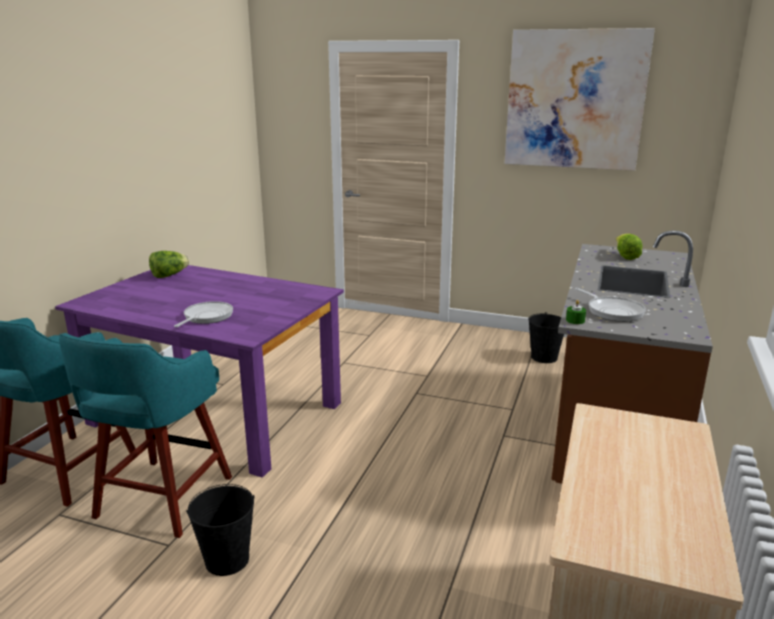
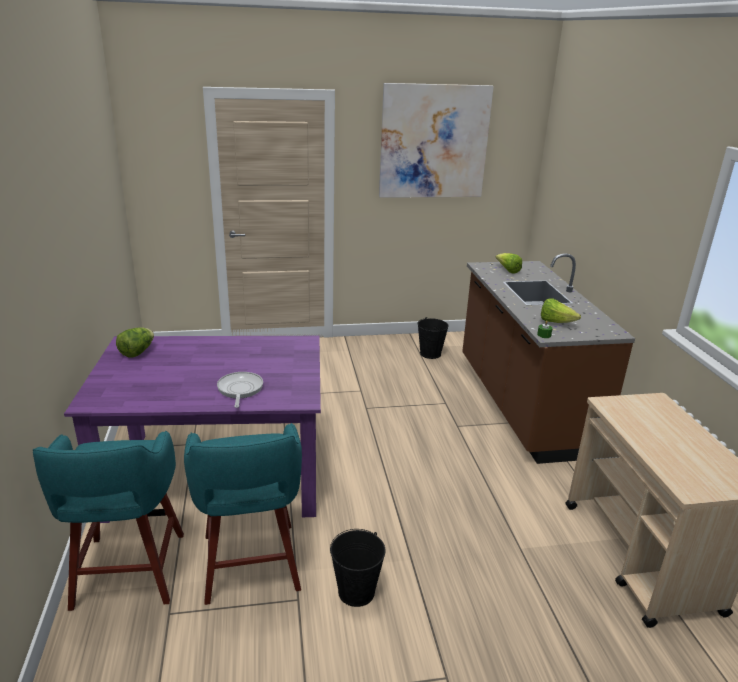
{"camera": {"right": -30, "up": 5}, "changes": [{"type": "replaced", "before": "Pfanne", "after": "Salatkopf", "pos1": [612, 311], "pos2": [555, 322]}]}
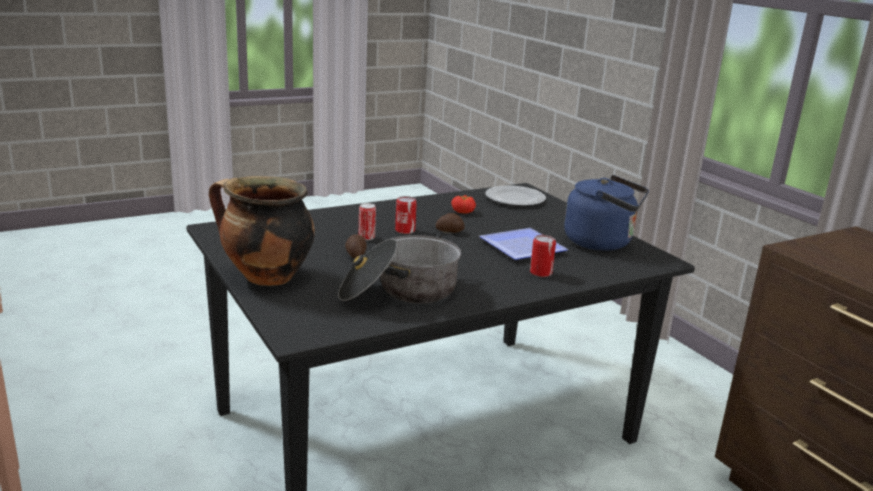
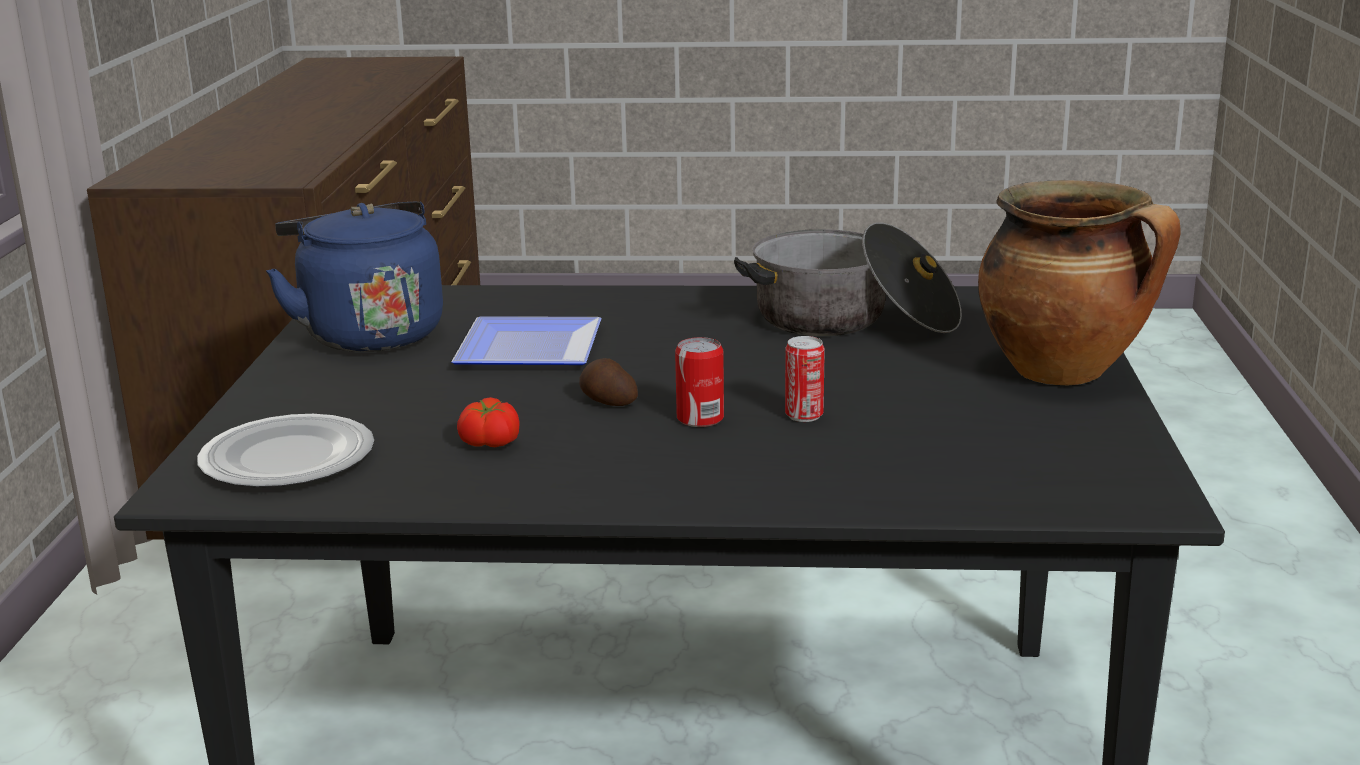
{"camera": {"right": -145, "up": 0}, "changes": [{"type": "removed", "before": "Kartoffel", "pos1": [355, 255]}, {"type": "removed", "before": "Dose", "pos1": [541, 273]}]}
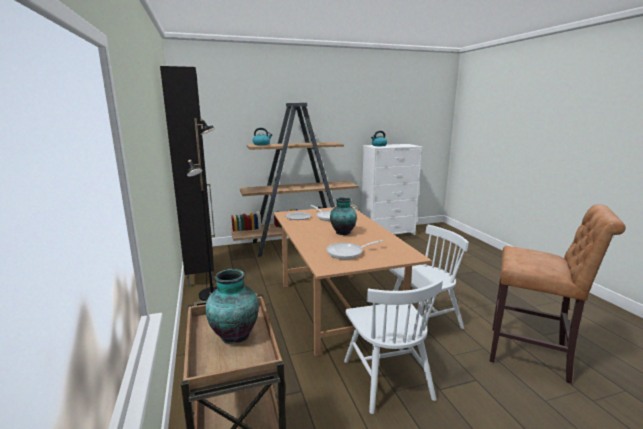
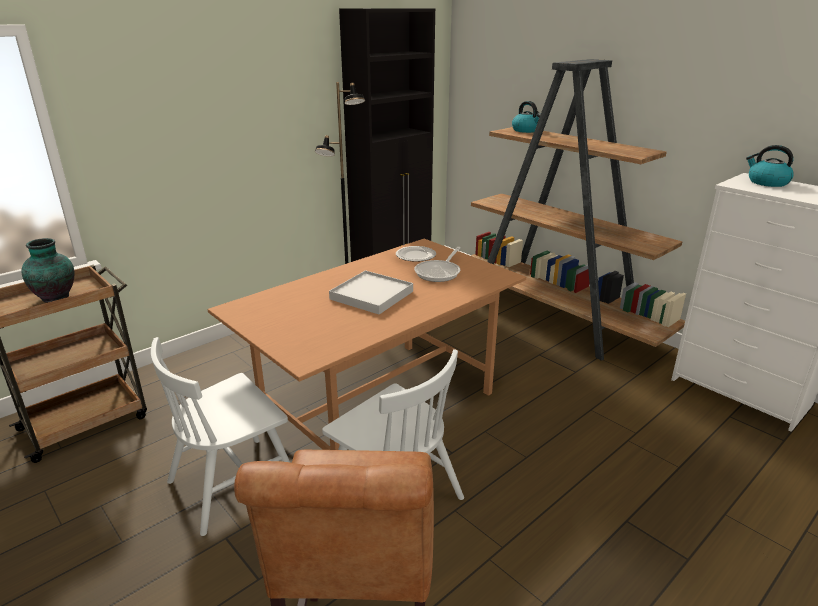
{"camera": {"right": 65, "up": 10}, "changes": [{"type": "replaced", "before": "Vase", "after": "Tablett/weiß", "pos1": [343, 233], "pos2": [371, 295]}, {"type": "removed", "before": "Pfanne", "pos1": [348, 253]}]}
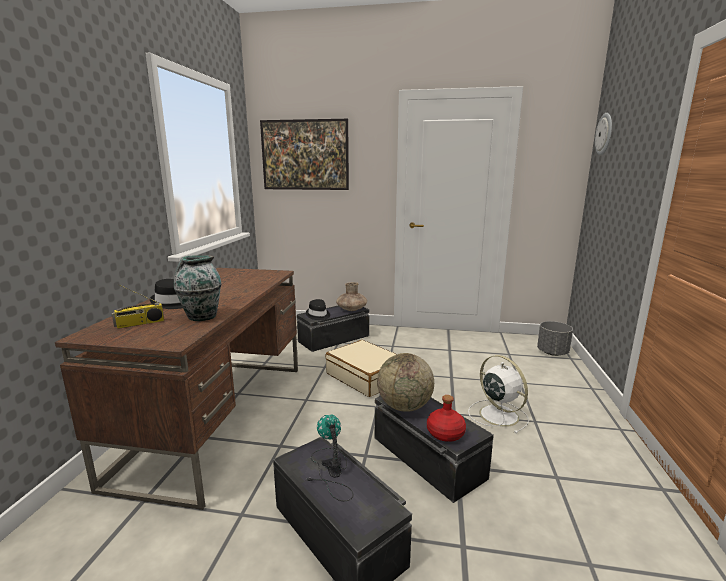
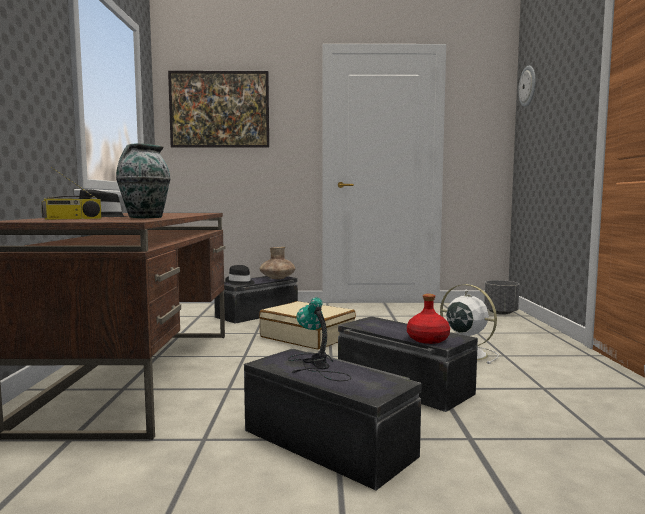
{"camera": {"right": -10, "up": -10}, "changes": [{"type": "removed", "before": "Globus", "pos1": [404, 406]}]}
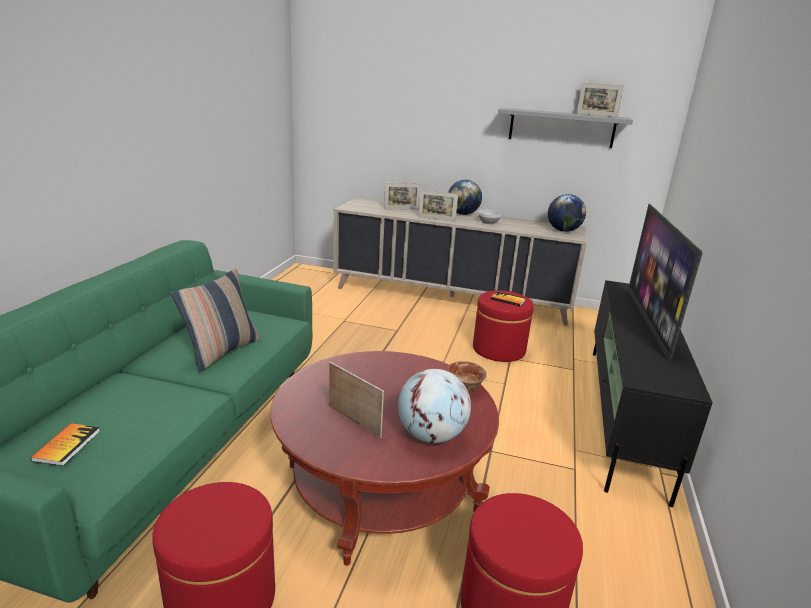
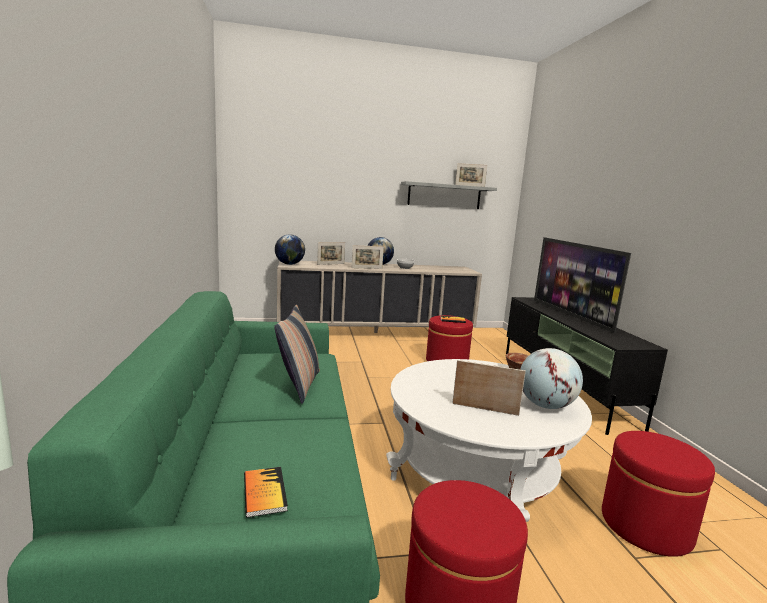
{"camera": {"right": -25, "up": -10}, "changes": [{"type": "moved", "before": "Globus", "pos1": [563, 231], "pos2": [289, 264]}, {"type": "recoloured", "before": "Couchtisch/rot", "after": "Couchtisch/weiß", "pos1": [381, 487], "pos2": [476, 474]}]}
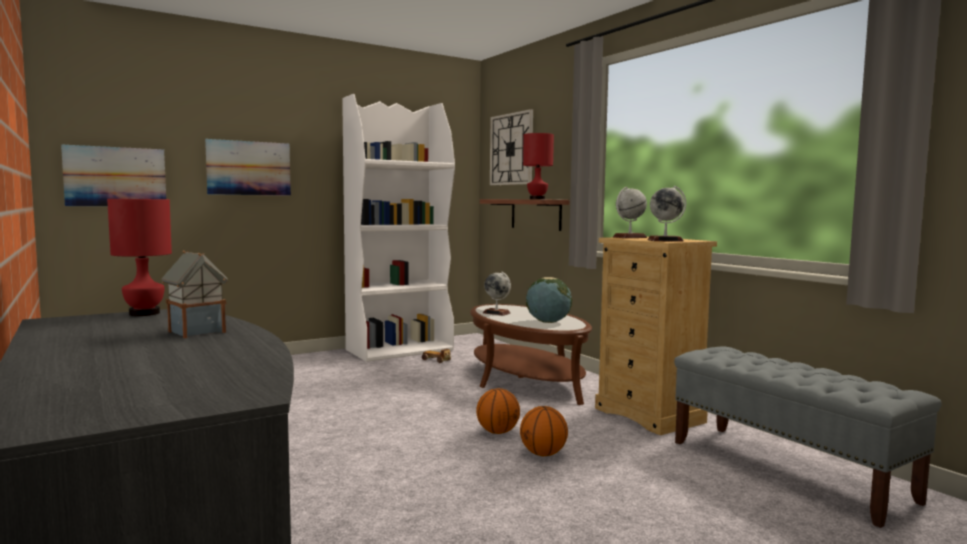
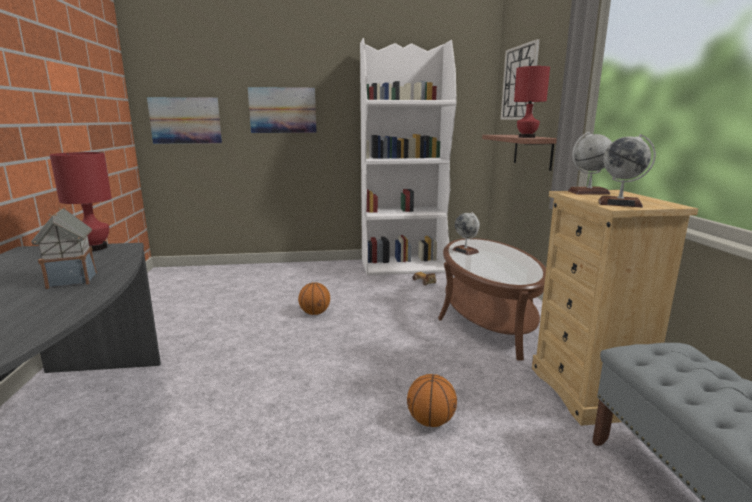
{"camera": {"right": 25, "up": 10}, "changes": [{"type": "removed", "before": "Globus", "pos1": [548, 322]}, {"type": "moved", "before": "Basketball", "pos1": [497, 432], "pos2": [315, 313]}]}
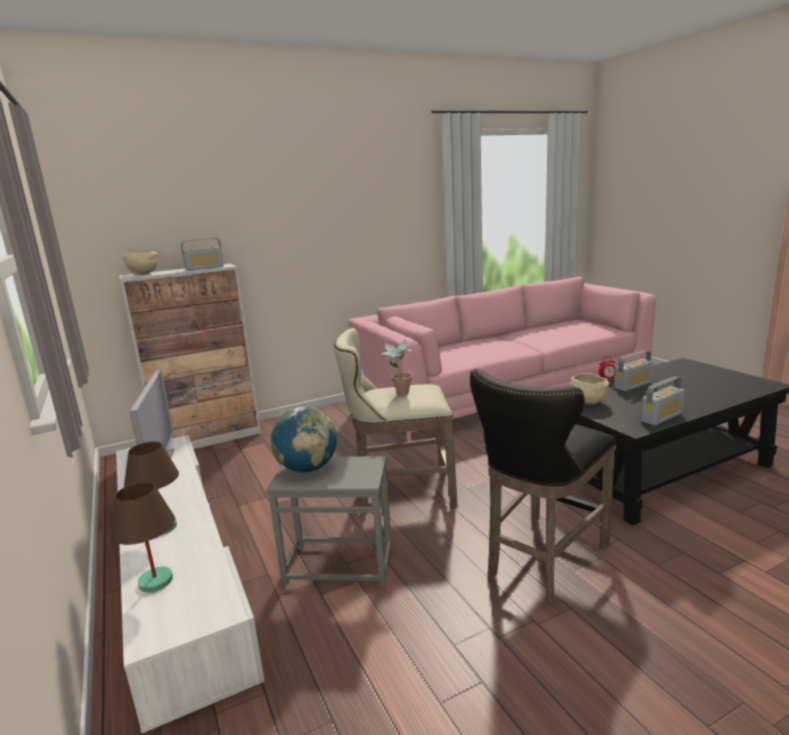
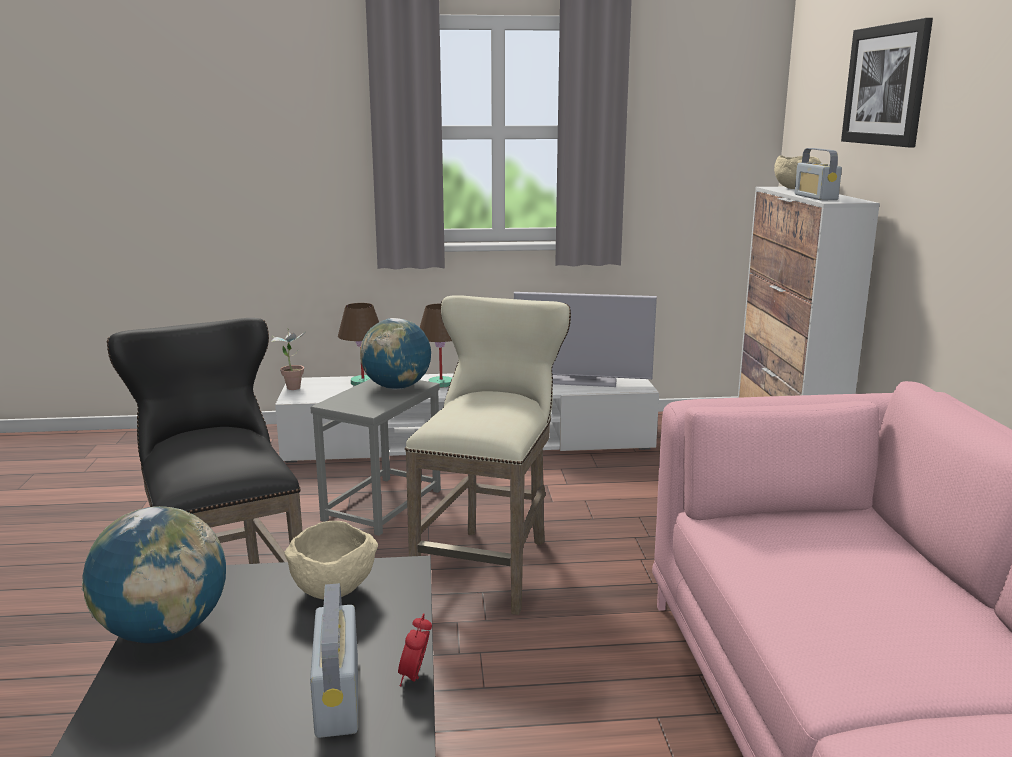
{"camera": {"right": 110, "up": 0}, "changes": [{"type": "moved", "before": "Topfpflanze", "pos1": [399, 394], "pos2": [292, 386]}, {"type": "replaced", "before": "Radio", "after": "Globus", "pos1": [661, 417], "pos2": [164, 632]}, {"type": "added", "after": "Bild", "pos2": [886, 85]}]}
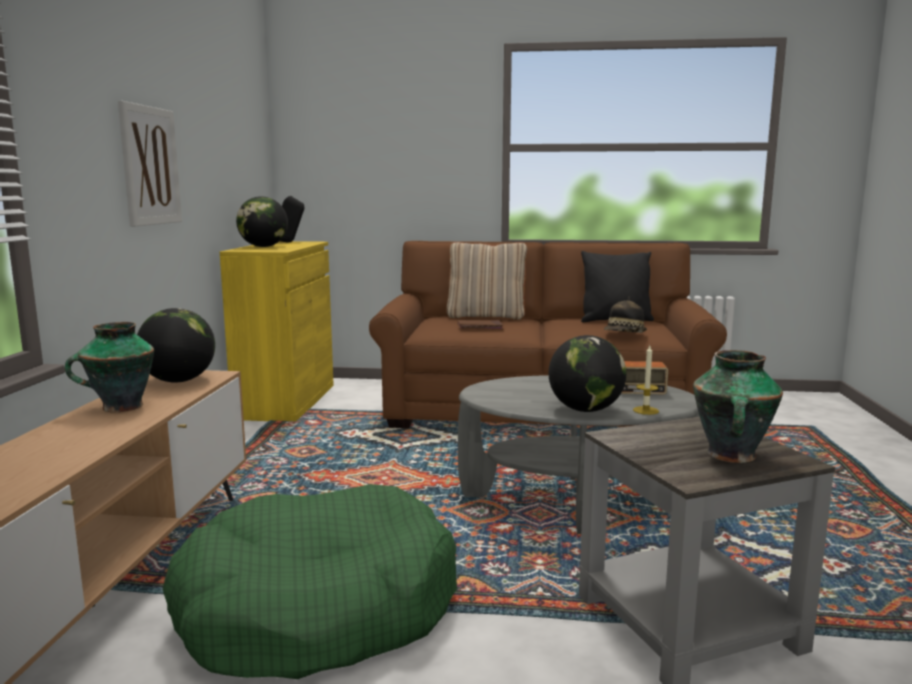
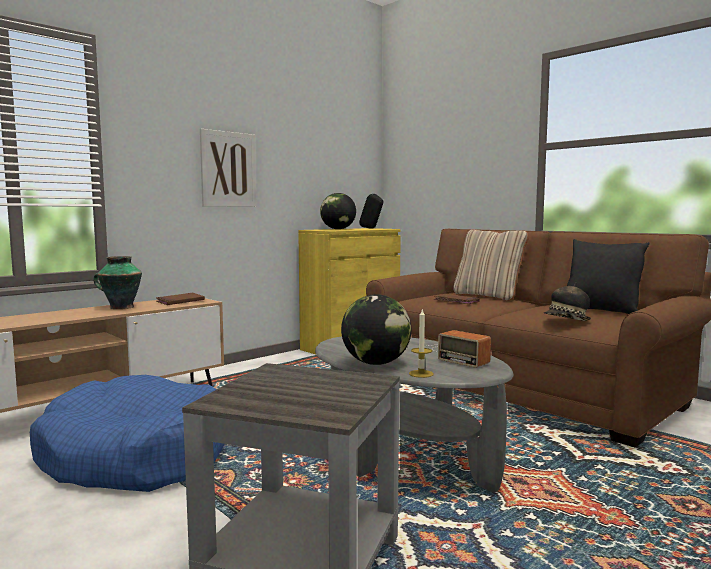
{"camera": {"right": 40, "up": -5}, "changes": [{"type": "replaced", "before": "Globus", "after": "Buch/braun", "pos1": [179, 381], "pos2": [180, 301]}, {"type": "removed", "before": "Vase", "pos1": [731, 456]}, {"type": "recoloured", "before": "Hundebett/grün", "after": "Hundebett/blau", "pos1": [317, 608], "pos2": [135, 455]}]}
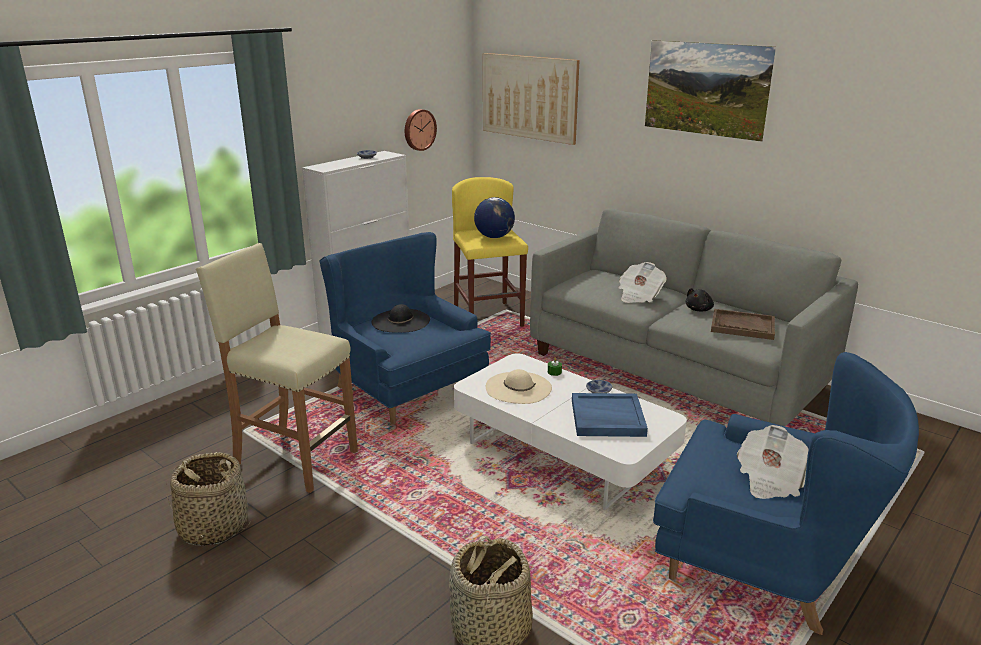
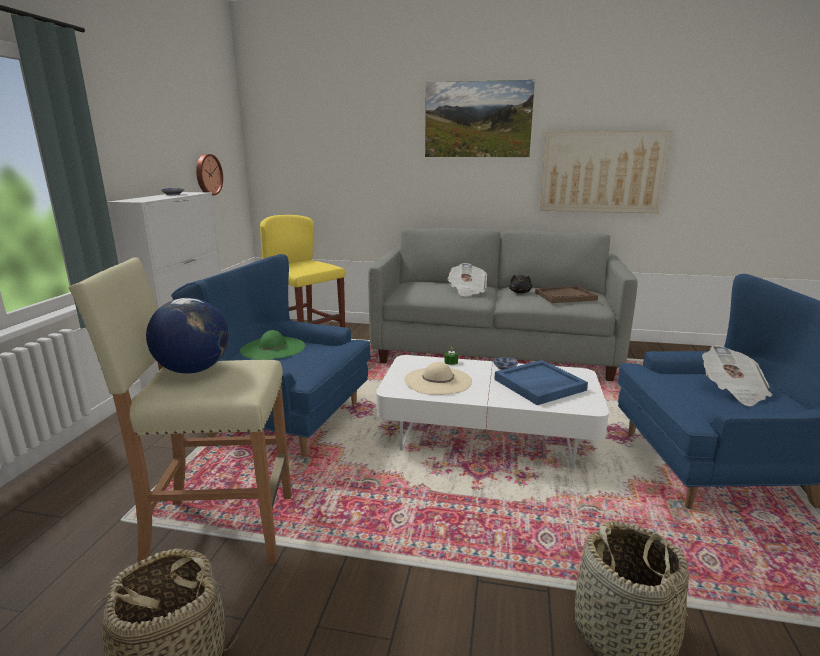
{"camera": {"right": -30, "up": -5}, "changes": [{"type": "moved", "before": "Bild", "pos1": [529, 97], "pos2": [601, 172]}, {"type": "moved", "before": "Globus", "pos1": [494, 237], "pos2": [193, 370]}, {"type": "recoloured", "before": "Hut/schwarz", "after": "Hut/grün", "pos1": [401, 321], "pos2": [273, 348]}]}
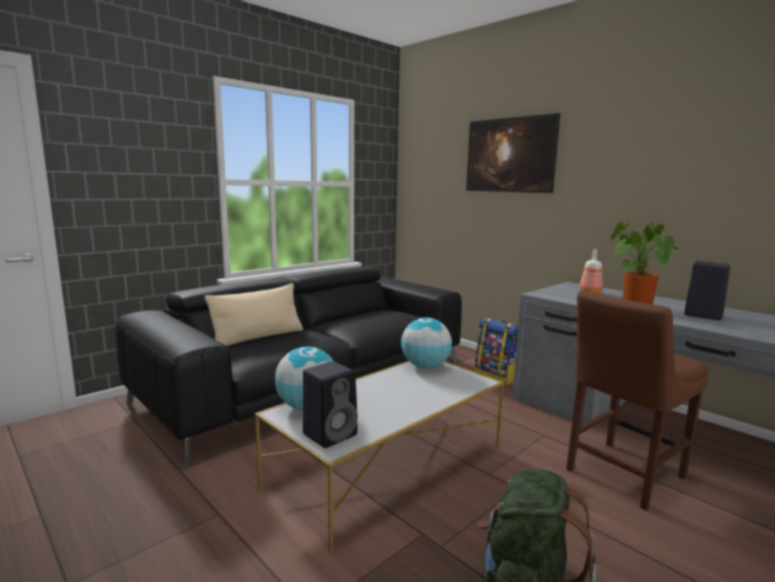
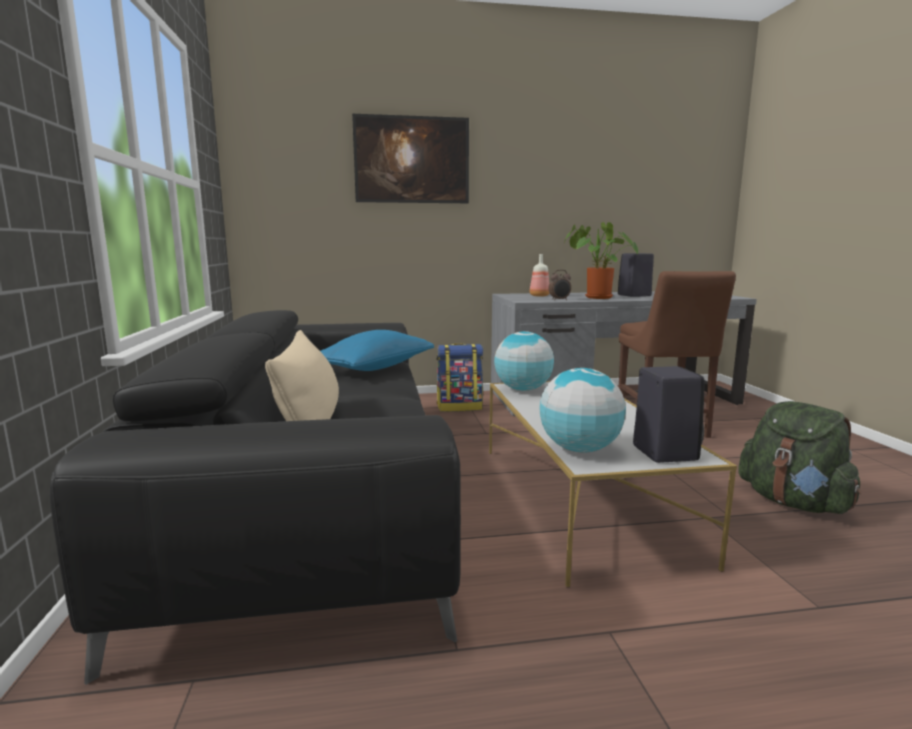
{"camera": {"right": -55, "up": 0}, "changes": [{"type": "added", "after": "Wecker", "pos2": [559, 300]}, {"type": "added", "after": "Kissen/blau", "pos2": [375, 368]}]}
